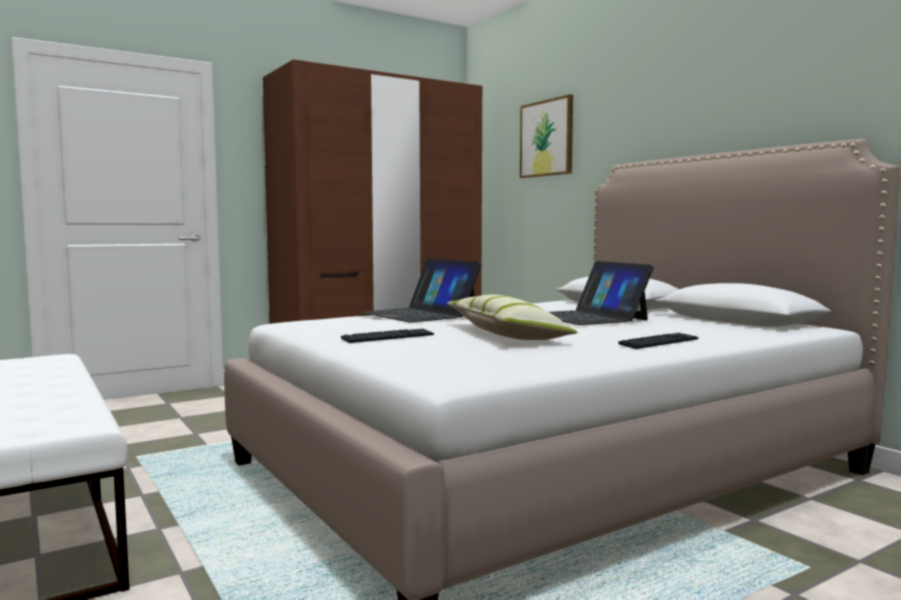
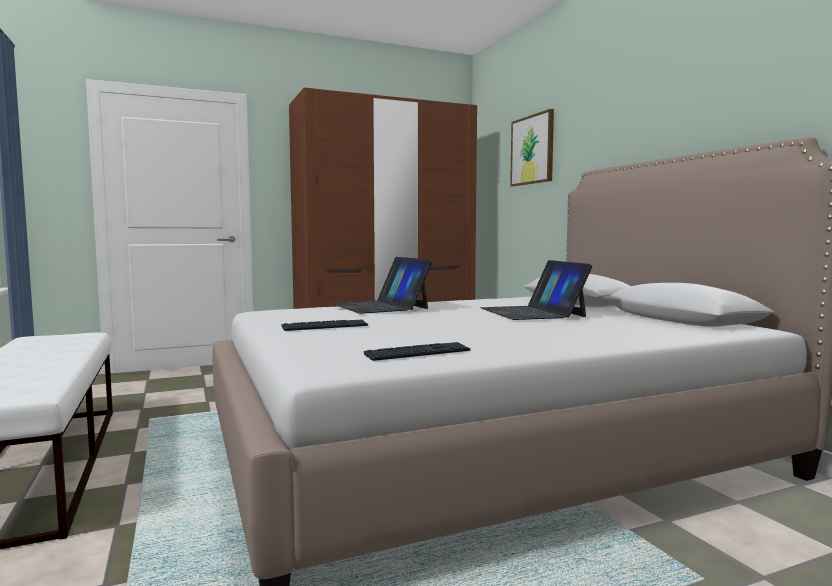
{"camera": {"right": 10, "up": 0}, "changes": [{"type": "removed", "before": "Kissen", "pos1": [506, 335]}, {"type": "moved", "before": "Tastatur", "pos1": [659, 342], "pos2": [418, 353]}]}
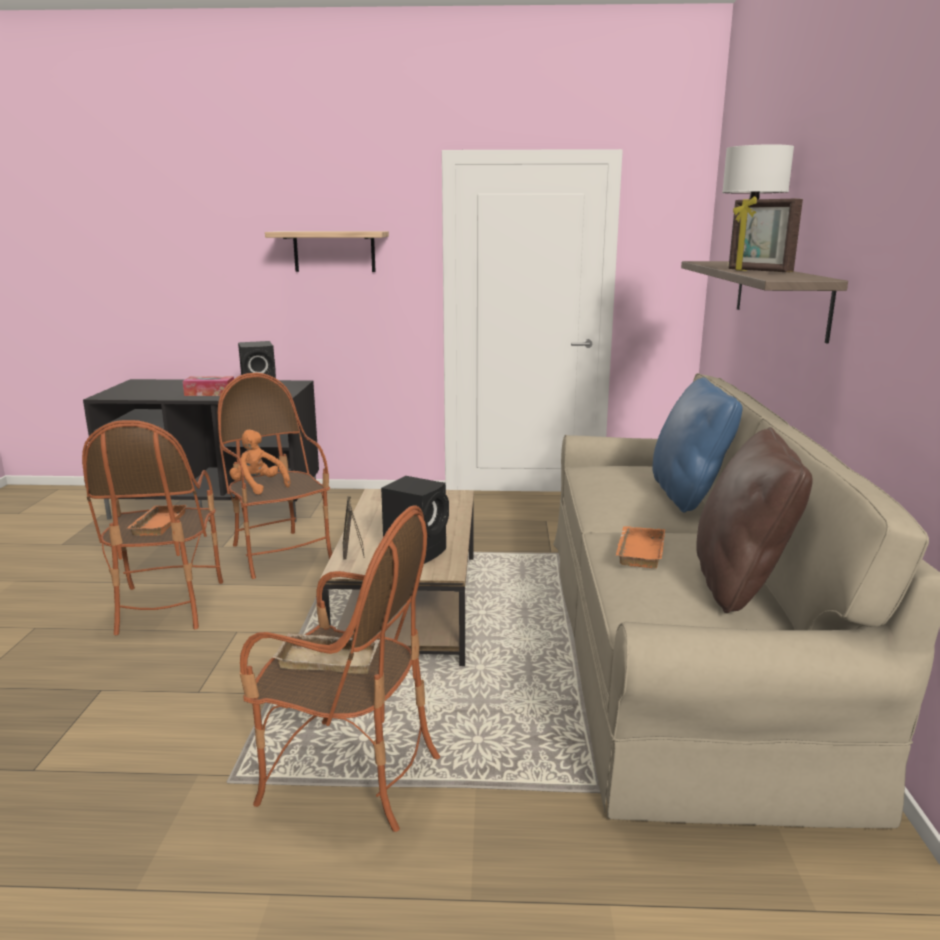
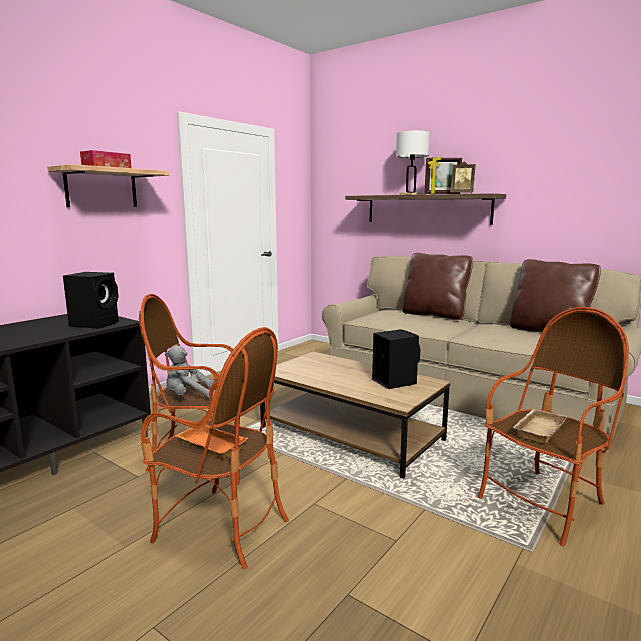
{"camera": {"right": -55, "up": -5}, "changes": [{"type": "moved", "before": "Taschentuchbox", "pos1": [210, 393], "pos2": [107, 167]}, {"type": "recoloured", "before": "Kissen/blau", "after": "Kissen/braun", "pos1": [688, 495], "pos2": [434, 315]}, {"type": "recoloured", "before": "Plüschtier/orange", "after": "Plüschtier/grau", "pos1": [258, 486], "pos2": [189, 397]}, {"type": "moved", "before": "Bilderrahmen", "pos1": [353, 553], "pos2": [462, 194]}, {"type": "removed", "before": "Tablett/orange", "pos1": [638, 551]}]}
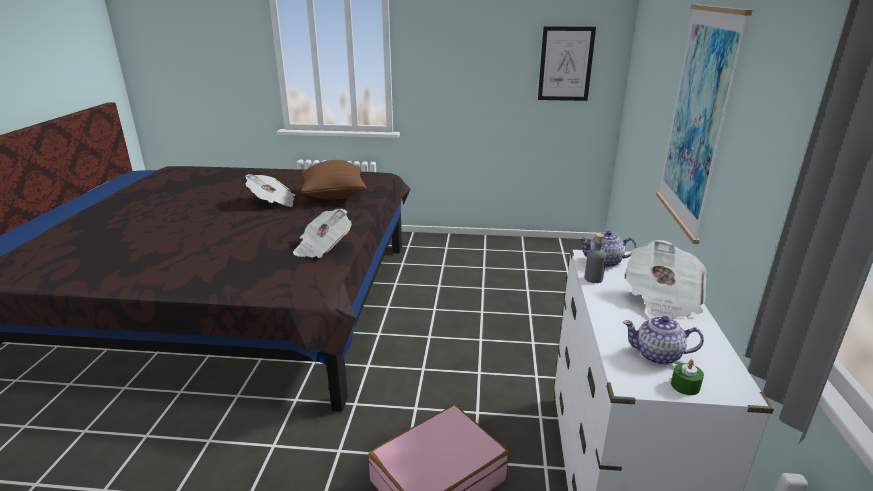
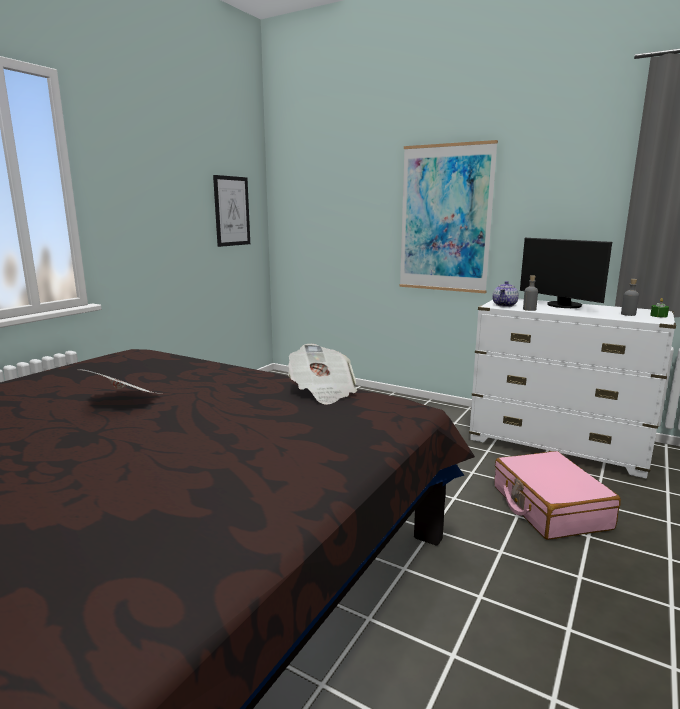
{"camera": {"right": -65, "up": -10}, "changes": [{"type": "removed", "before": "Kissen/braun", "pos1": [334, 196]}, {"type": "replaced", "before": "Zeitung", "after": "Monitor", "pos1": [661, 300], "pos2": [562, 305]}, {"type": "replaced", "before": "Teekanne", "after": "Flasche/grau", "pos1": [658, 355], "pos2": [628, 314]}]}
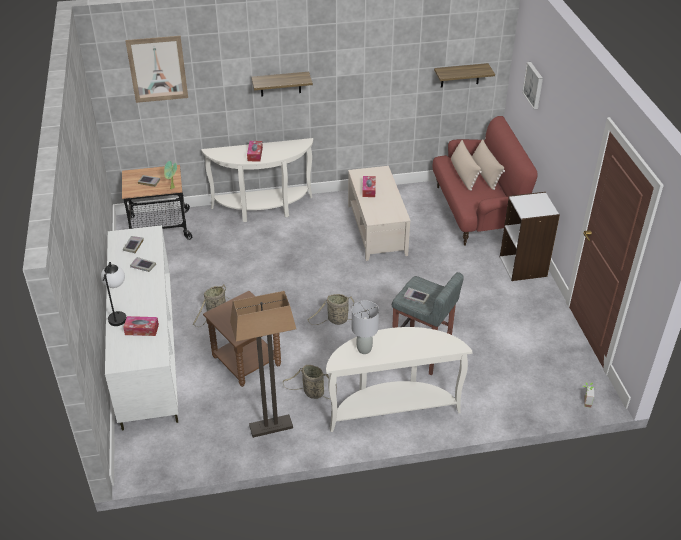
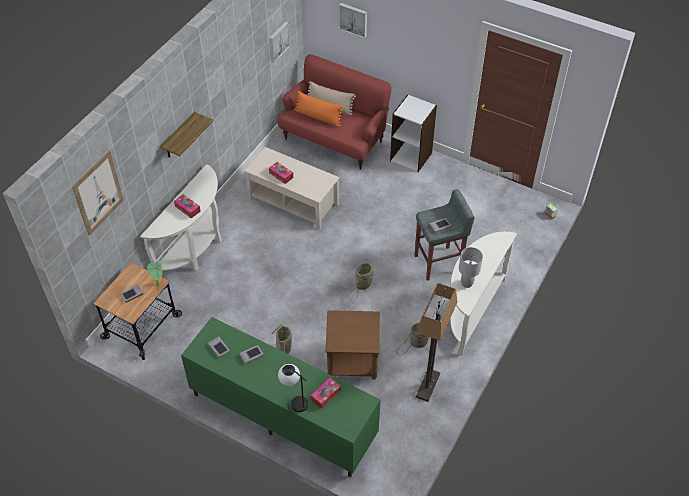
{"camera": {"right": -50, "up": 10}, "changes": [{"type": "replaced", "before": "Wandregal", "after": "Bild", "pos1": [460, 75], "pos2": [278, 41]}, {"type": "recoloured", "before": "Kissen/beige", "after": "Kissen/orange", "pos1": [463, 174], "pos2": [318, 117]}, {"type": "recoloured", "before": "Fernsehschrank/weiß", "after": "Fernsehschrank/grün", "pos1": [147, 351], "pos2": [282, 415]}]}
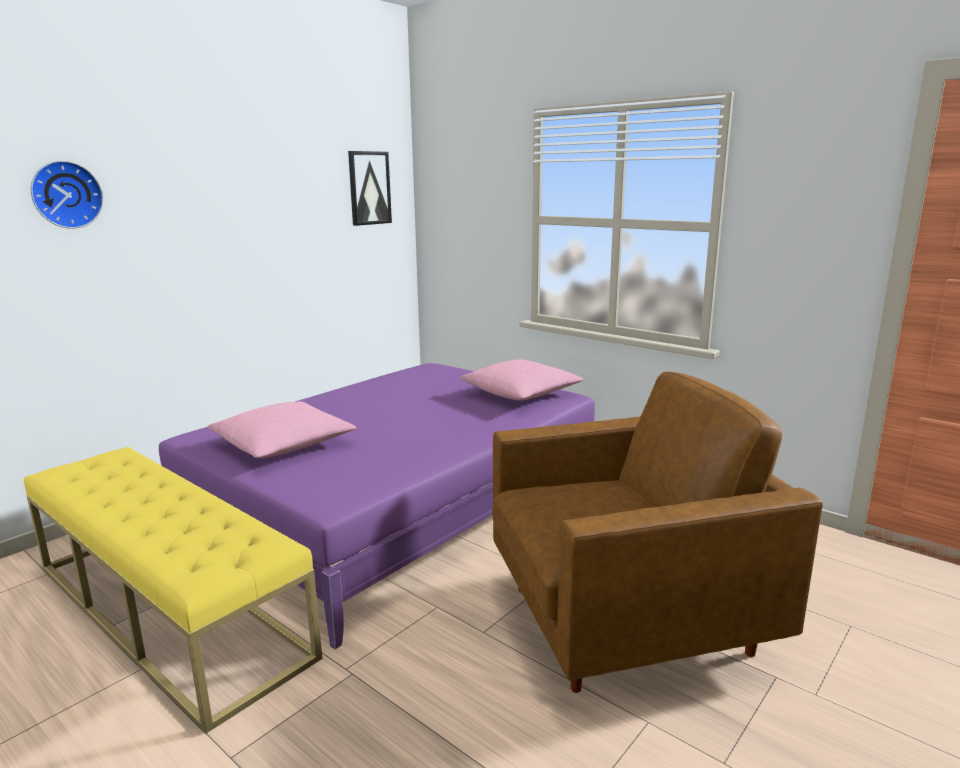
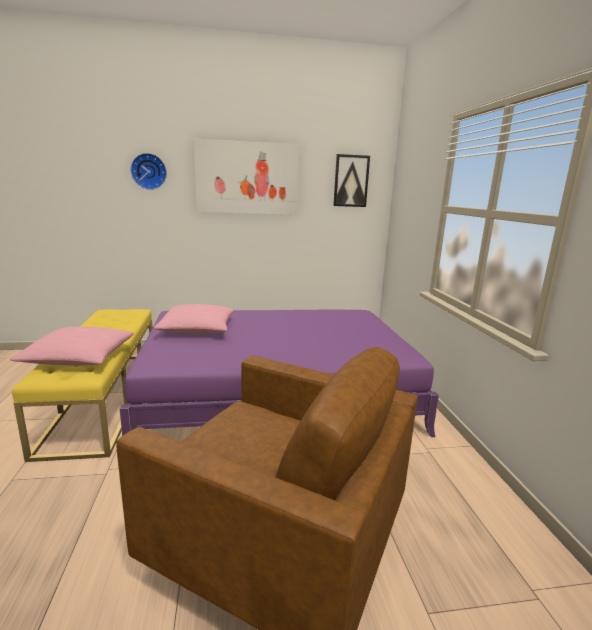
{"camera": {"right": 40, "up": 0}, "changes": [{"type": "moved", "before": "Kissen/rosa", "pos1": [521, 393], "pos2": [79, 358]}, {"type": "added", "after": "Bild", "pos2": [247, 178]}]}
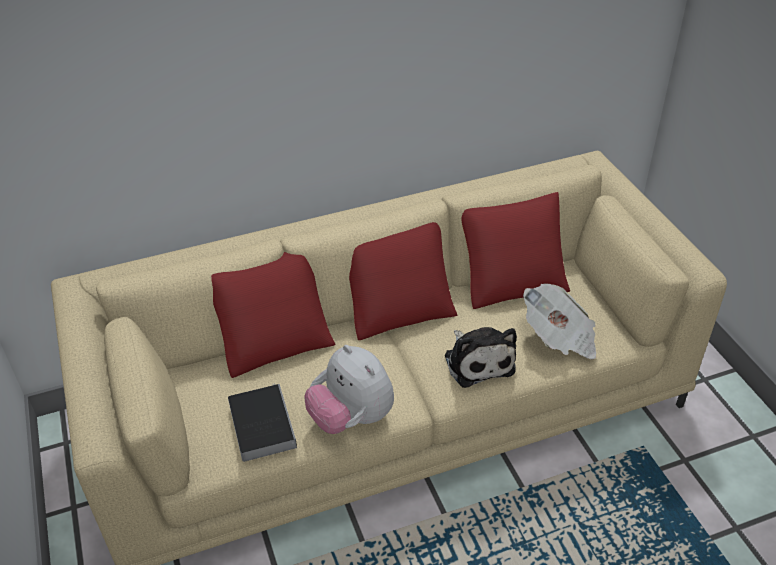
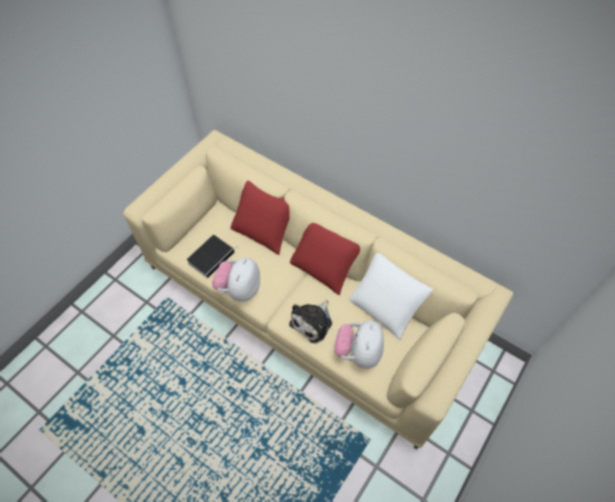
{"camera": {"right": 55, "up": 15}, "changes": [{"type": "recoloured", "before": "Kissen/rot", "after": "Kissen/weiß", "pos1": [512, 281], "pos2": [385, 307]}, {"type": "replaced", "before": "Zeitung", "after": "Plüschtier", "pos1": [559, 337], "pos2": [358, 352]}]}
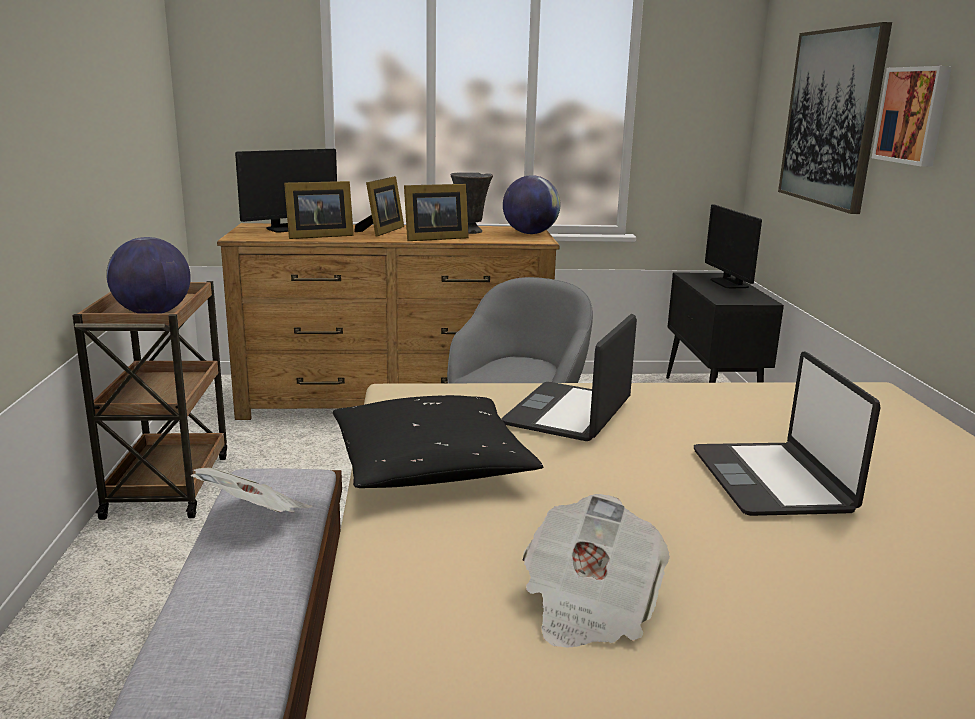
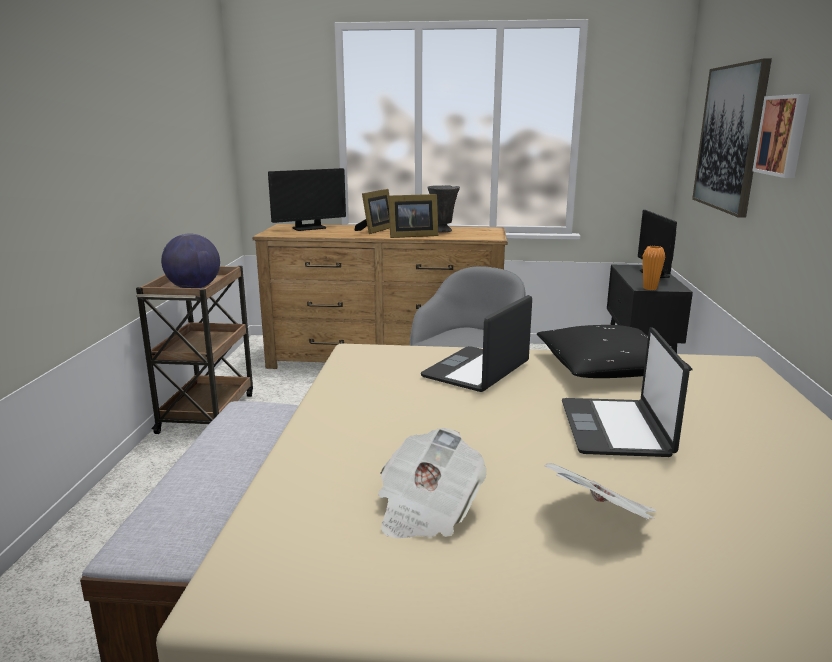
{"camera": {"right": 10, "up": 0}, "changes": [{"type": "removed", "before": "Globus", "pos1": [530, 233]}, {"type": "removed", "before": "Bilderrahmen", "pos1": [317, 236]}, {"type": "moved", "before": "Kissen/schwarz", "pos1": [431, 465], "pos2": [607, 369]}, {"type": "moved", "before": "Zeitung", "pos1": [255, 517], "pos2": [601, 518]}, {"type": "added", "after": "Vase/orange", "pos2": [650, 288]}]}
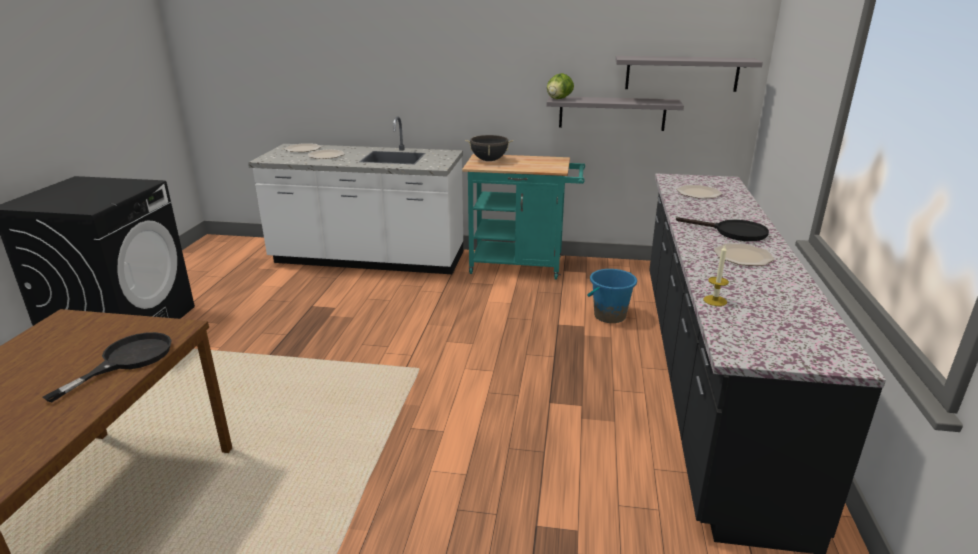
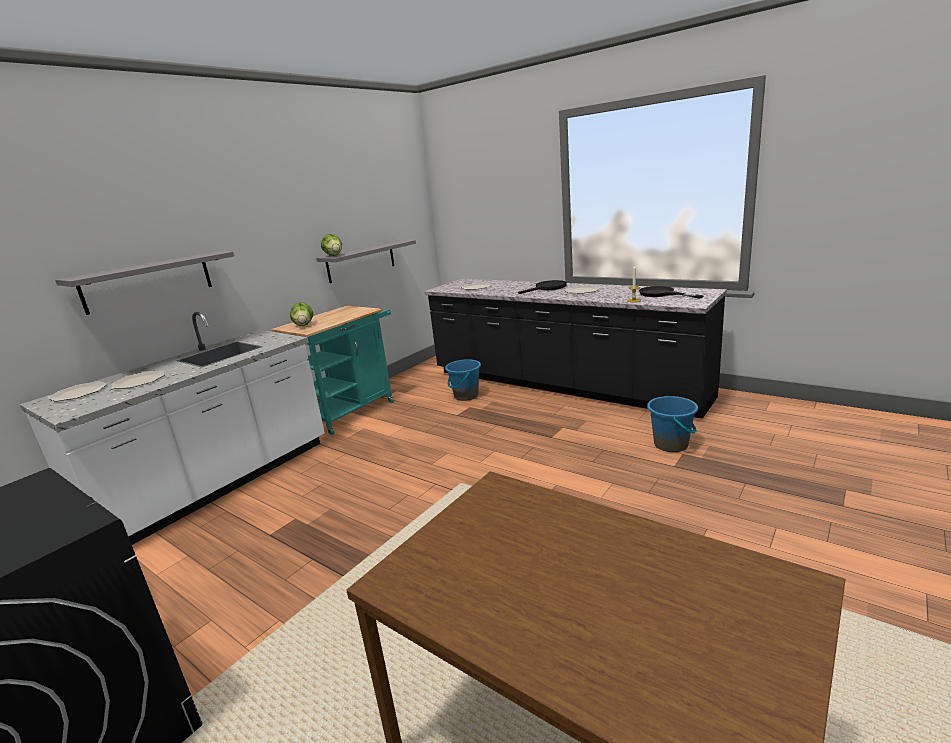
{"camera": {"right": -60, "up": -5}, "changes": [{"type": "moved", "before": "Wandregal/grau", "pos1": [681, 73], "pos2": [148, 282]}, {"type": "replaced", "before": "Kochtopf/schwarz", "after": "Salatkopf", "pos1": [489, 160], "pos2": [304, 325]}, {"type": "moved", "before": "Pfanne/schwarz", "pos1": [127, 360], "pos2": [662, 294]}, {"type": "added", "after": "Eimer/blau", "pos2": [671, 444]}]}
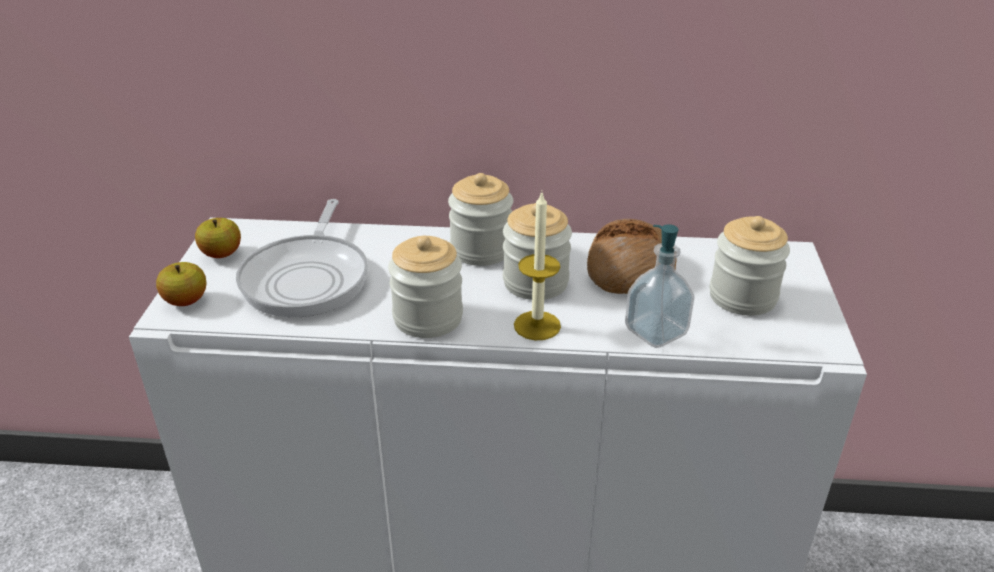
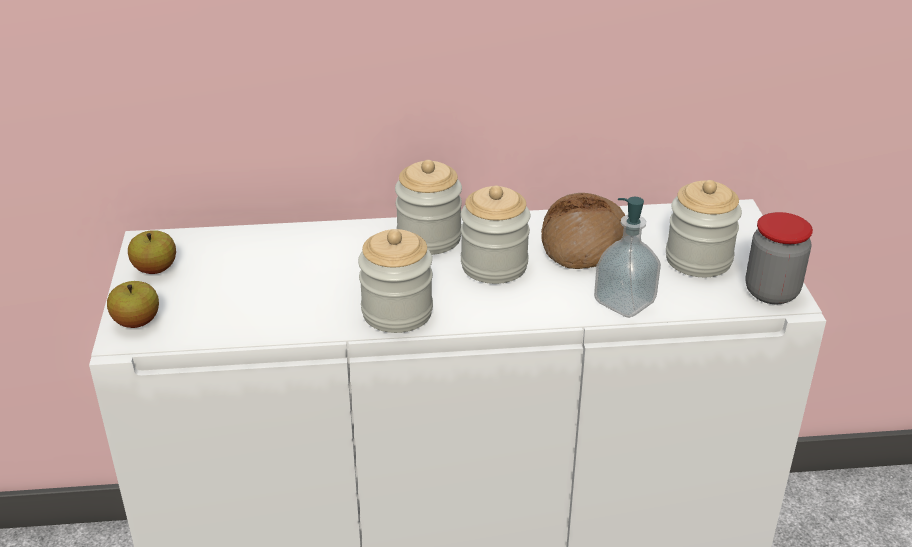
{"camera": {"right": -10, "up": 0}, "changes": [{"type": "removed", "before": "Kerze", "pos1": [537, 325]}, {"type": "removed", "before": "Pfanne", "pos1": [308, 278]}, {"type": "added", "after": "Vorratsglas", "pos2": [771, 292]}]}
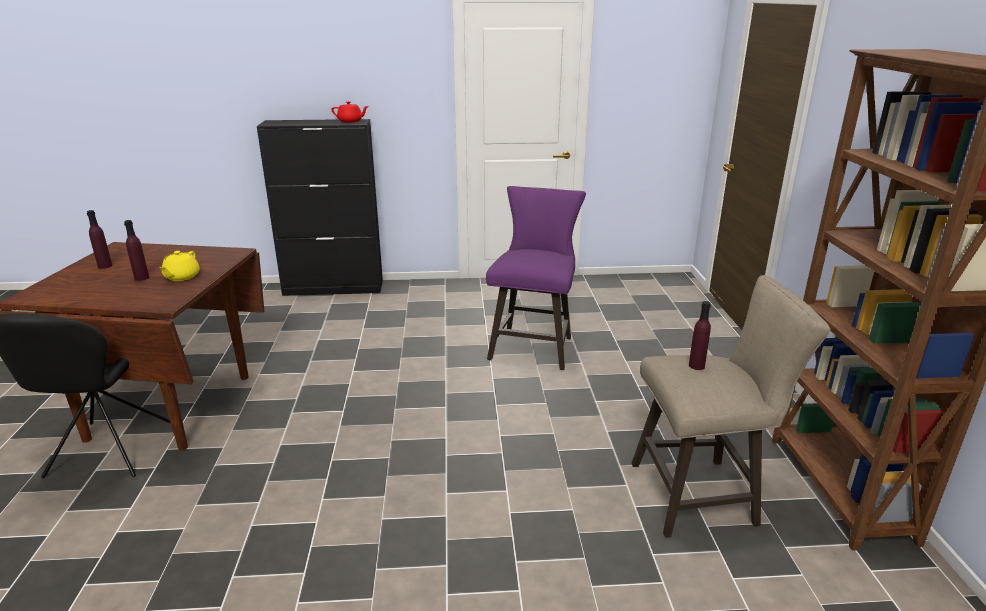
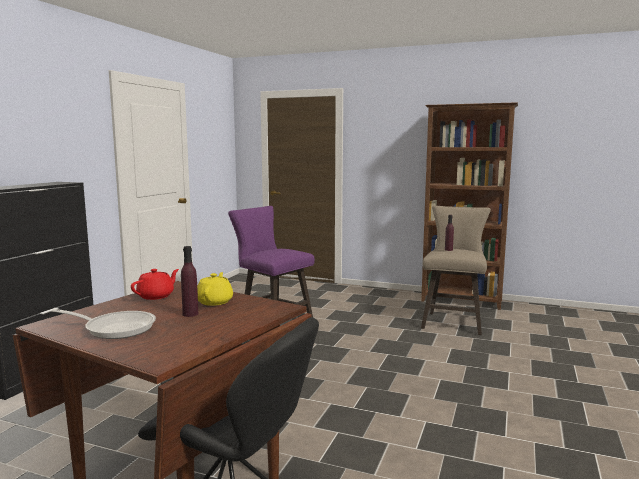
{"camera": {"right": -65, "up": -15}, "changes": [{"type": "moved", "before": "Teekanne/rot", "pos1": [350, 121], "pos2": [156, 296]}, {"type": "replaced", "before": "Flasche/lila", "after": "Pfanne", "pos1": [105, 266], "pos2": [115, 328]}, {"type": "turned", "before": "Teekanne/gelb", "pos1": [181, 277], "pos2": [215, 301], "turn": -120}]}
